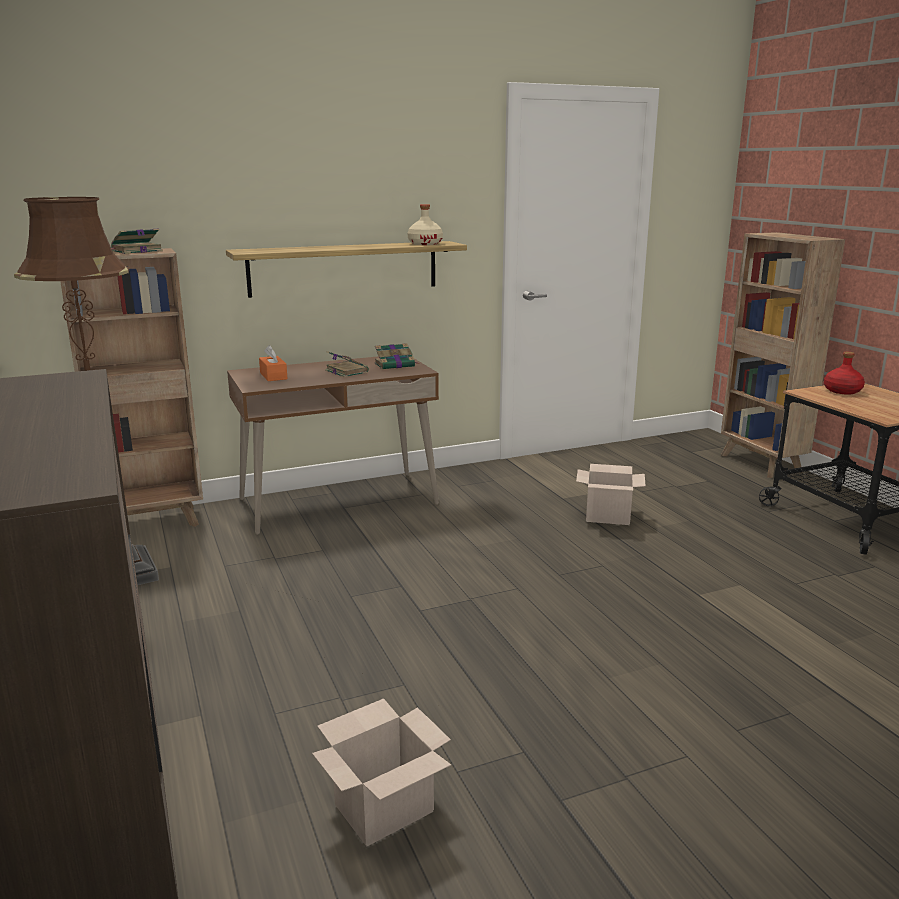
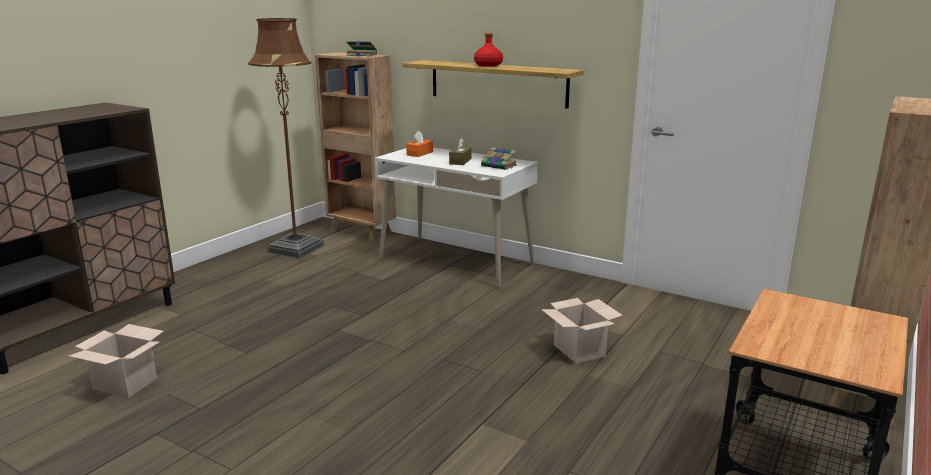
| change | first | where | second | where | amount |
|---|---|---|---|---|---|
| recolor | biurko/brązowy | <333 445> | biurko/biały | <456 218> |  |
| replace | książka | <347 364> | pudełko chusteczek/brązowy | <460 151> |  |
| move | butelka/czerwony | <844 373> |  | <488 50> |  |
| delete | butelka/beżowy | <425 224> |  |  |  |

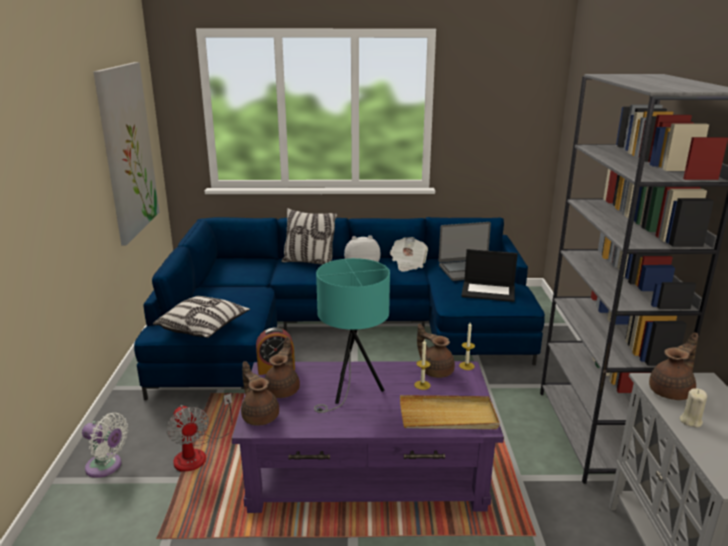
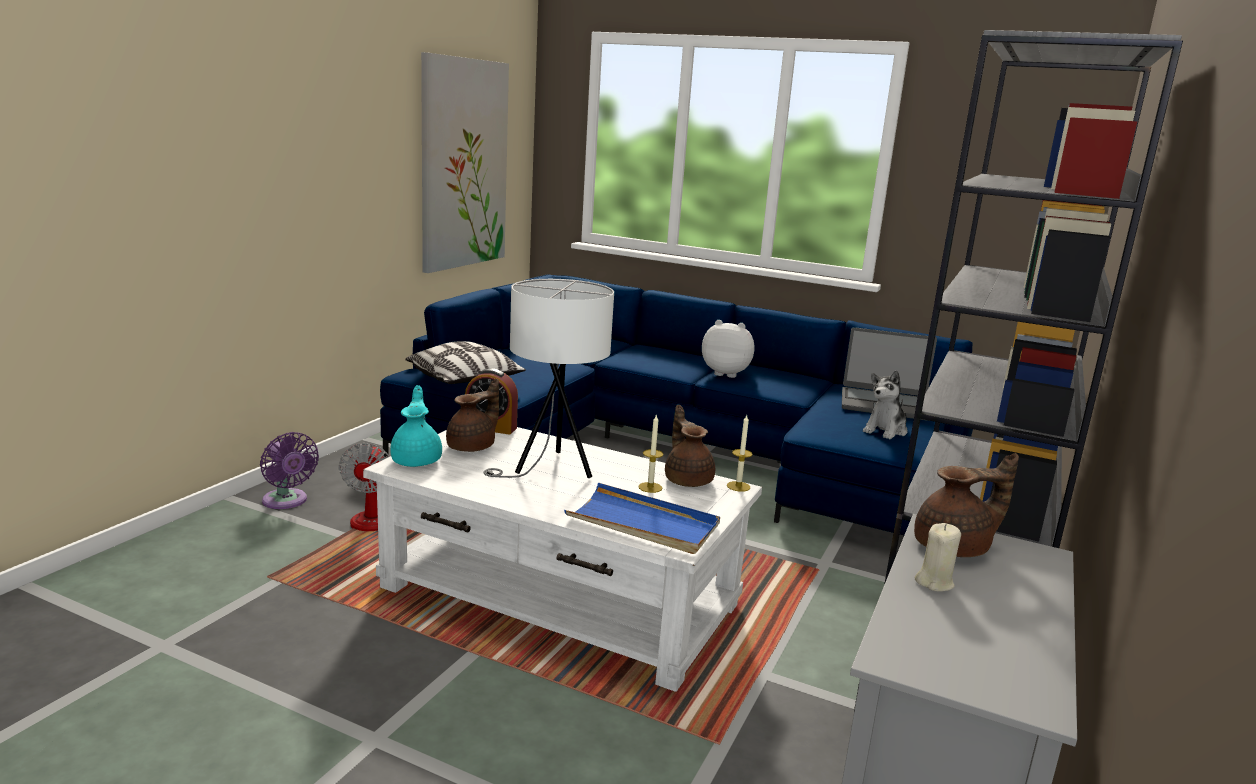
| change | first | where | second | where | amount |
|---|---|---|---|---|---|
| recolor | wentylator/biały | <105 445> | wentylator/fioletowy | <289 470> |  |
| recolor | ława/fioletowy | <367 437> | ława/biały | <562 559> |  |
| recolor | imbryk/brązowy | <260 393> | imbryk/turkusowy | <416 426> |  |
| recolor | lampa stołowa/turkusowy | <352 335> | lampa stołowa/biały | <549 378> |  |
| recolor | taca/beżowy | <450 412> | taca/niebieski | <642 518> |  |
| replace | laptop | <489 275> | pluszak | <885 405> |  |
| delete | poduszka | <309 236> |  |  |  |
| delete | gazeta | <409 254> |  |  |  |

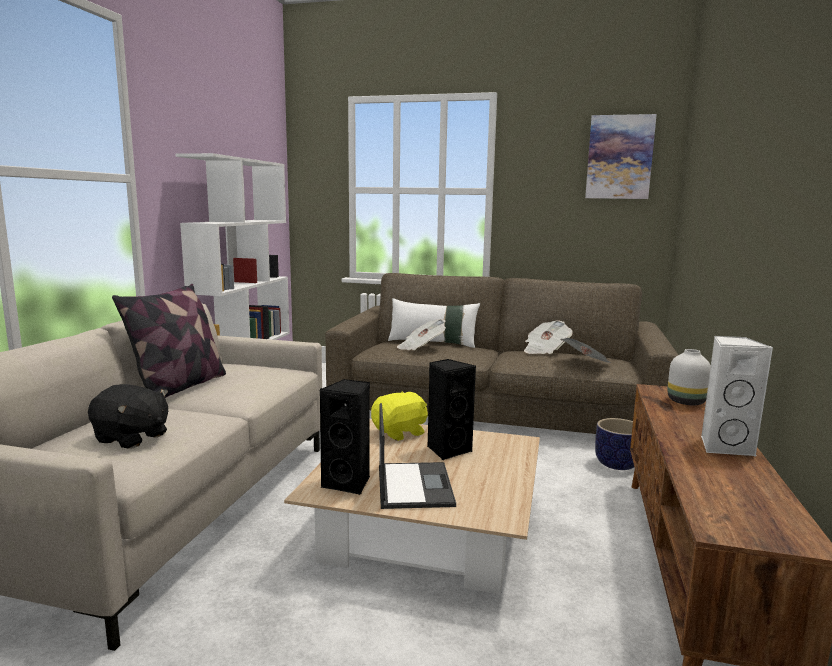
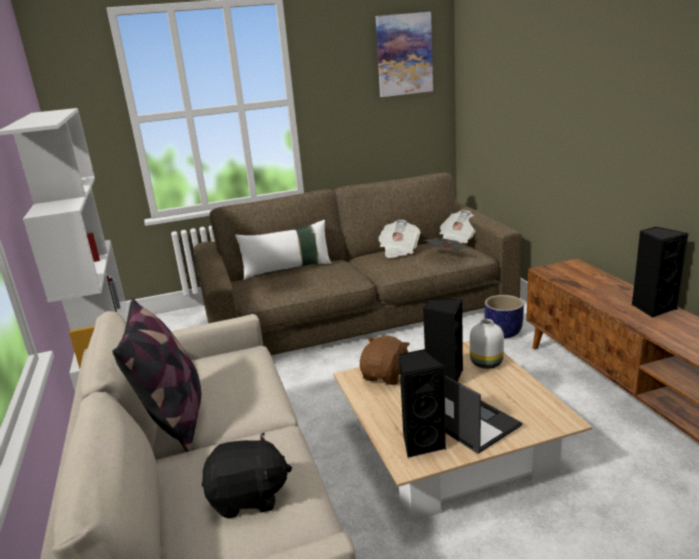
| change | first | where | second | where | amount |
|---|---|---|---|---|---|
| recolor | pluszak/żółty | <399 416> | pluszak/brązowy | <385 360> |  |
| move | gazeta | <421 334> |  | <457 226> |  |
| move | wazon/biały | <689 377> |  | <487 344> |  |
| recolor | głośnik/biały | <737 396> | głośnik/czarny | <660 272> |  |

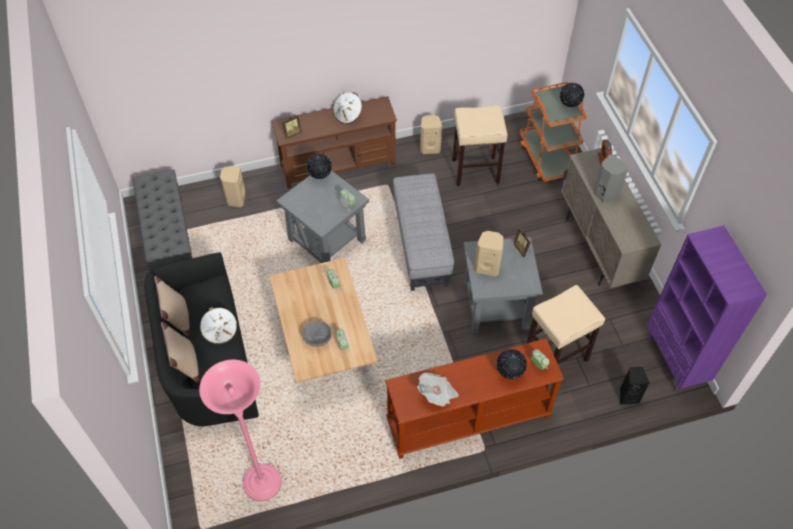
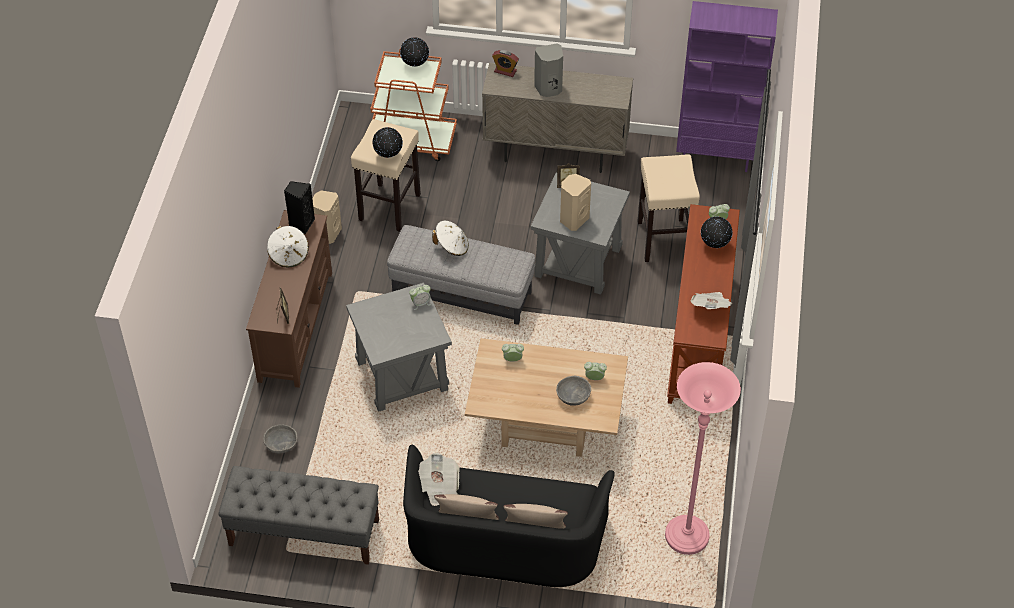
| change | first | where | second | where | amount |
|---|---|---|---|---|---|
| replace | głośnik/beżowy | <233 186> | miska/szary | <280 439> |  |
| move | głośnik/czarny | <635 386> |  | <299 207> |  |
| move | globus | <319 166> |  | <387 142> |  |
| insert |  |  | gazeta | <439 479> |  |
| move | kapelusz/biały | <218 325> |  | <450 238> |  |

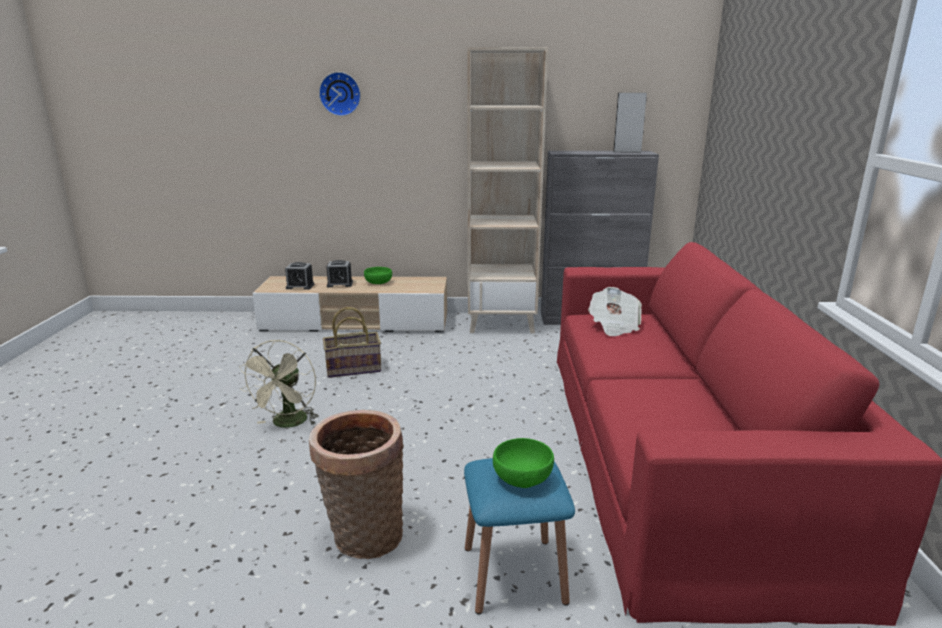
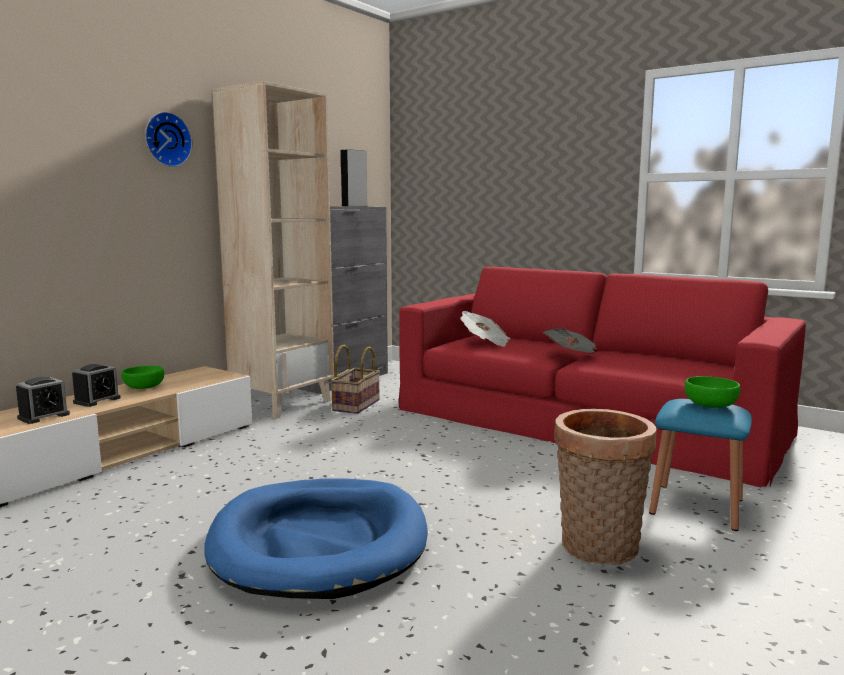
| change | first | where | second | where | amount |
|---|---|---|---|---|---|
| move | zegar ścienny | <340 94> |  | <169 139> |  |
| replace | wentylator/beżowy | <279 384> | legowisko/niebieski | <316 538> |  |
| move | koszyk | <352 342> |  | <355 379> |  |
| insert |  |  | gazeta | <570 340> |  |

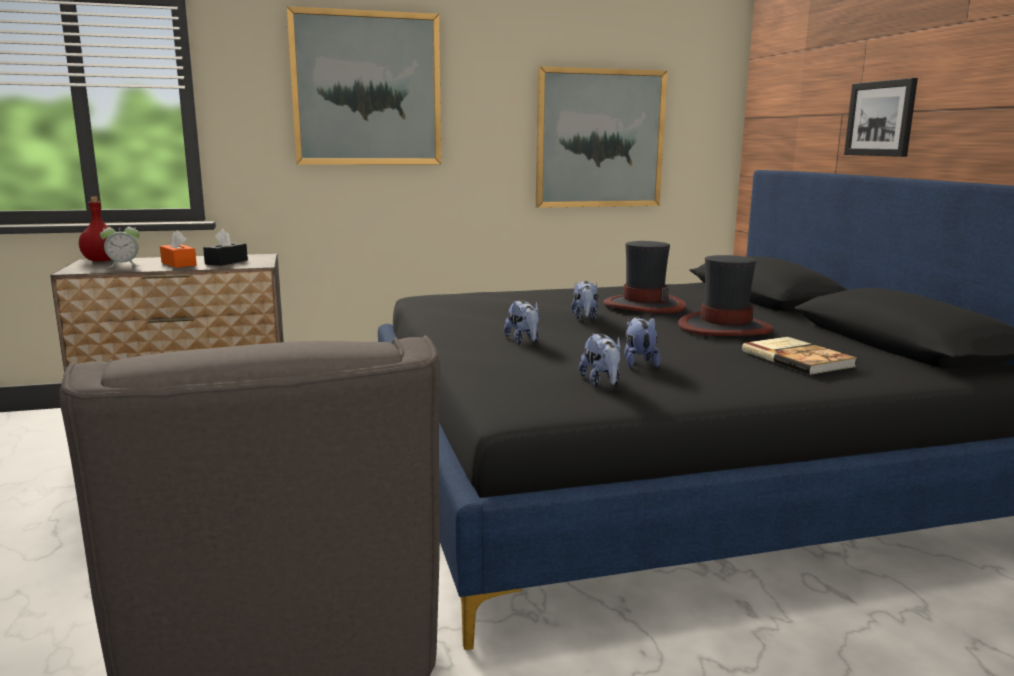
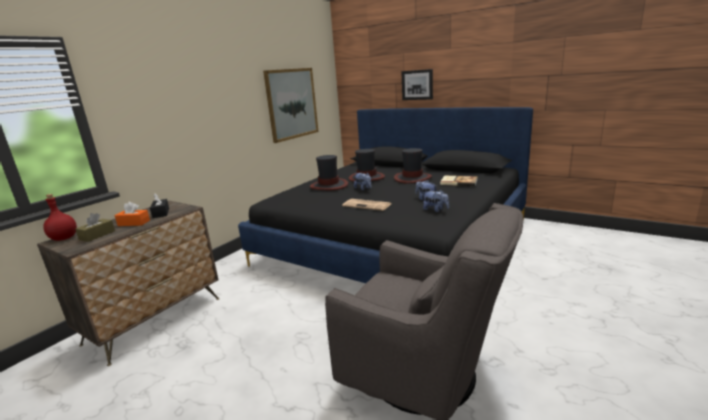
| change | first | where | second | where | amount |
|---|---|---|---|---|---|
| replace | budzik | <120 245> | pudełko chusteczek/brązowy | <95 227> |  |
| insert |  |  | kapelusz | <329 172> |  |
| replace | pluszak | <521 322> | gazeta | <366 205> |  |
| delete | obraz | <364 85> |  |  |  |

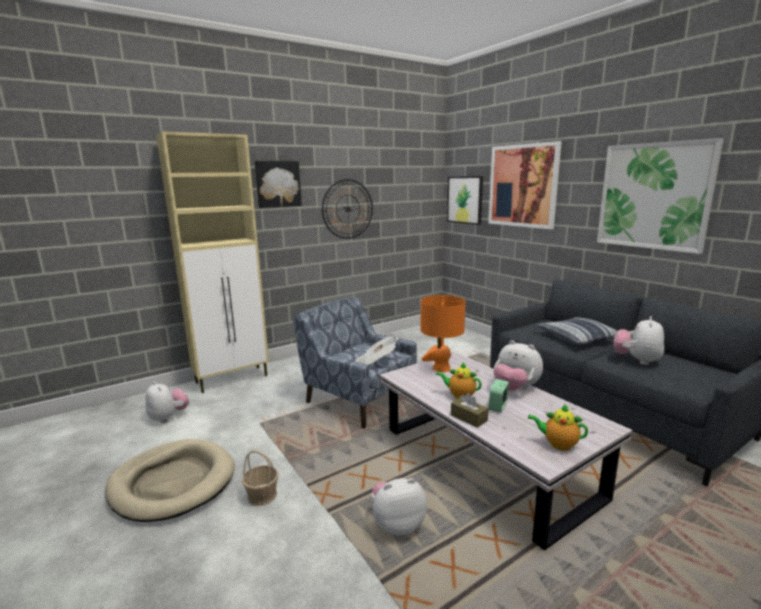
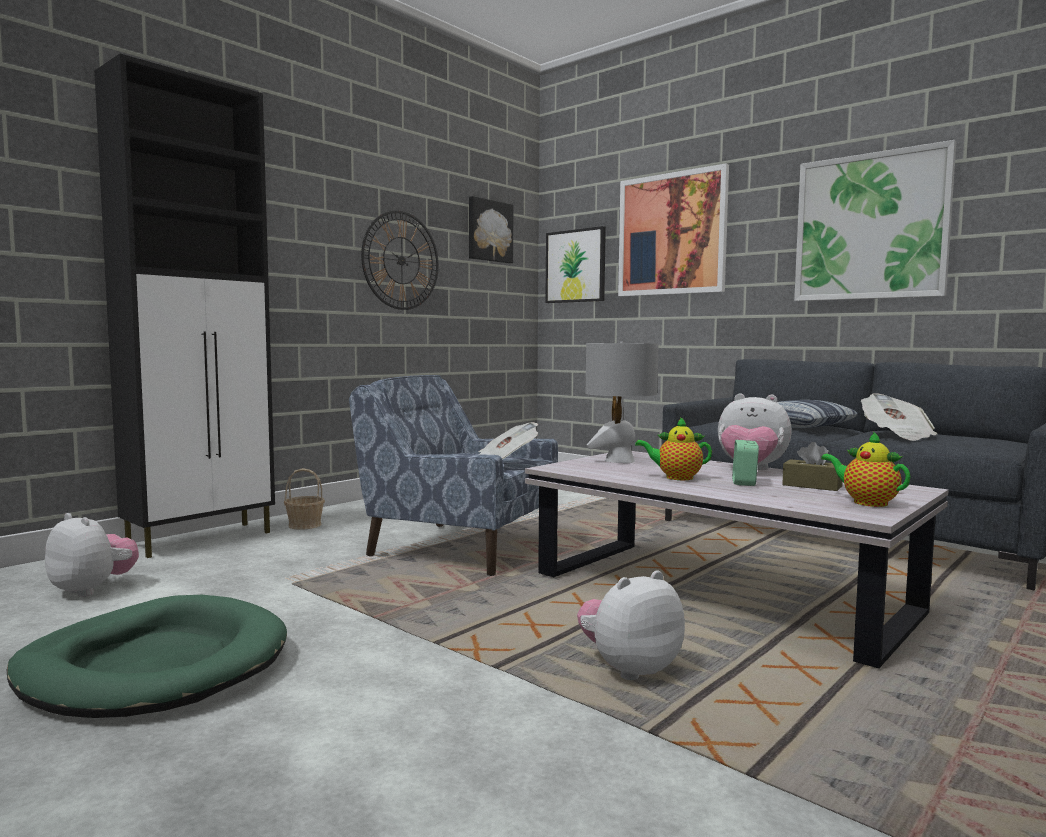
| change | first | where | second | where | amount |
|---|---|---|---|---|---|
| recolor | legowisko/beżowy | <170 480> | legowisko/zielony | <147 656> |  |
| recolor | szafka/beżowy | <212 262> | szafka/czarny | <184 306> |  |
| move | koszyk | <260 478> |  | <304 499> |  |
| move | obraz | <278 184> |  | <491 229> |  |
| recolor | lampa stołowa/pomarańczowy | <443 333> | lampa stołowa/szary | <622 402> |  |
| move | pudełko chusteczek/brązowy | <469 410> |  | <812 466> |  |
| rotate | imbryk | <558 427> |  | <866 469> | 45 degrees clockwise |
| replace | pluszak | <639 340> | gazeta | <899 417> |  |

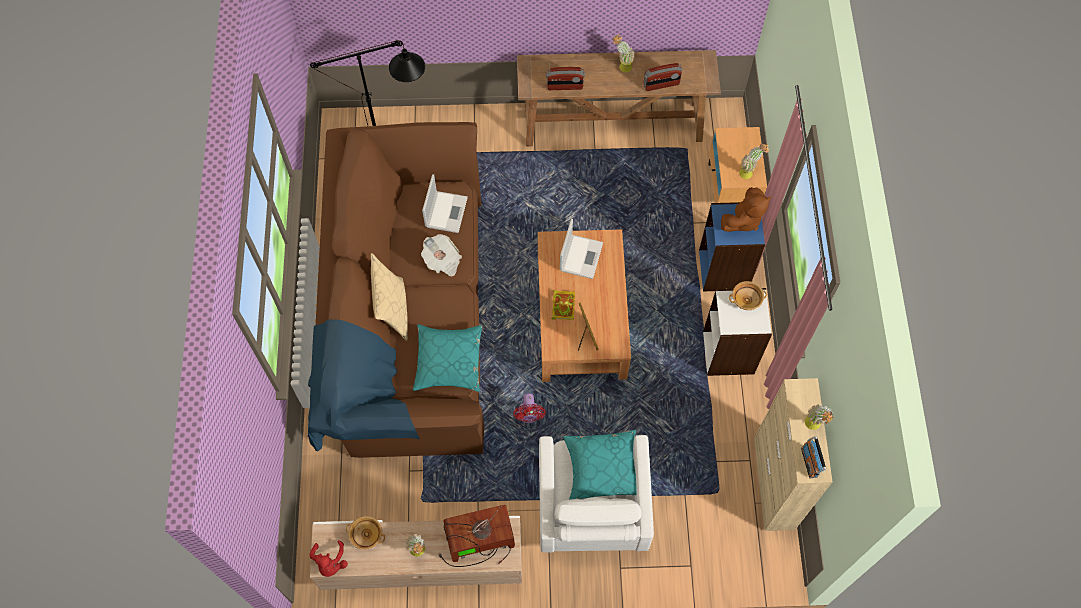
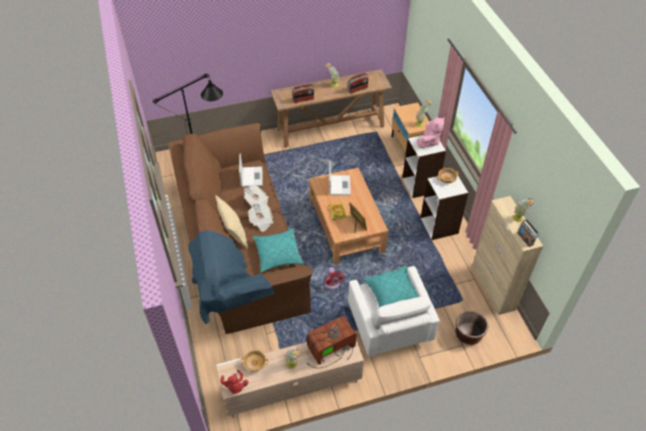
| change | first | where | second | where | amount |
|---|---|---|---|---|---|
| insert |  |  | gazeta | <261 217> |  |
| recolor | regał/niebieski | <732 246> | regał/biały | <424 166> |  |
| recolor | pluszak/brązowy | <746 209> | pluszak/różowy | <431 132> |  |
| insert |  |  | donica/brązowy | <472 328> |  |

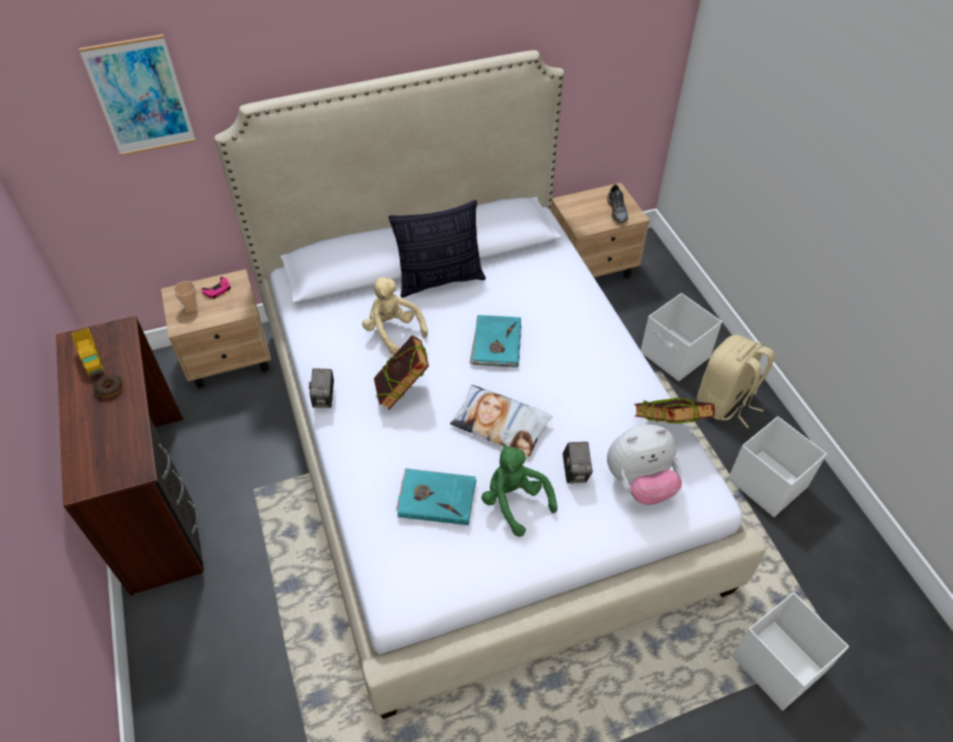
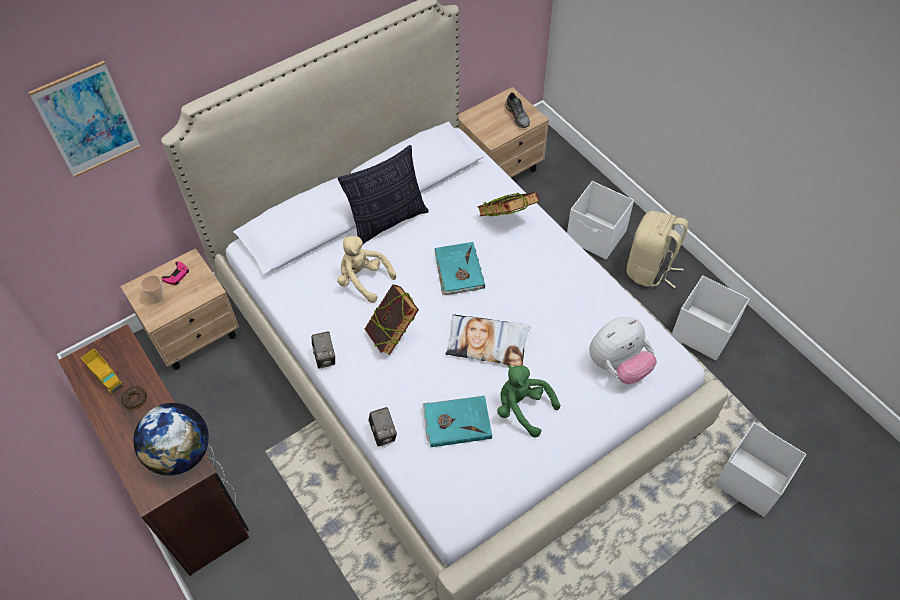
| change | first | where | second | where | amount |
|---|---|---|---|---|---|
| insert |  |  | globus | <171 439> |  |
| move | aparat fotograficzny | <578 463> |  | <382 426> |  |
| move | książka | <674 411> |  | <509 204> |  |

